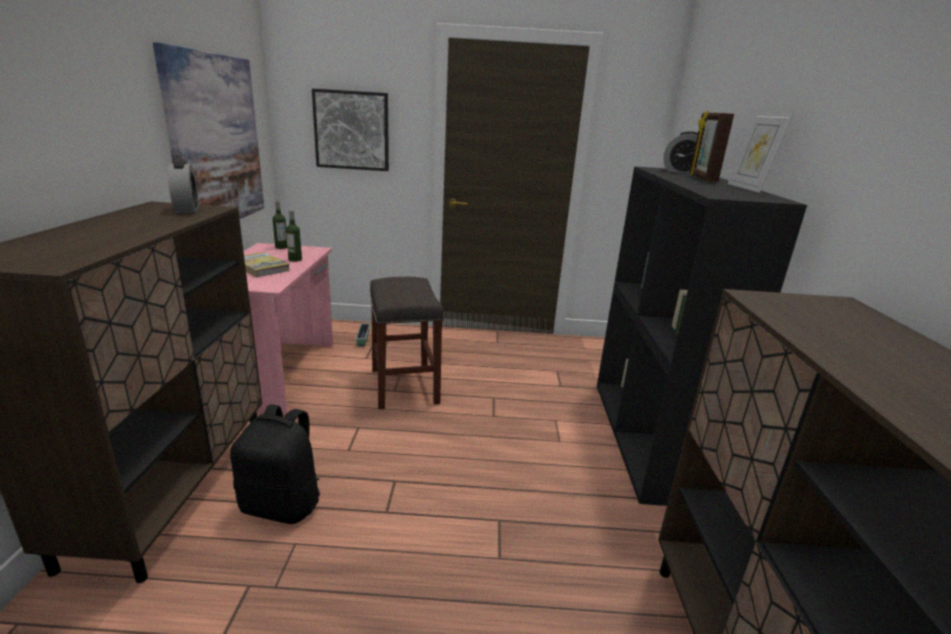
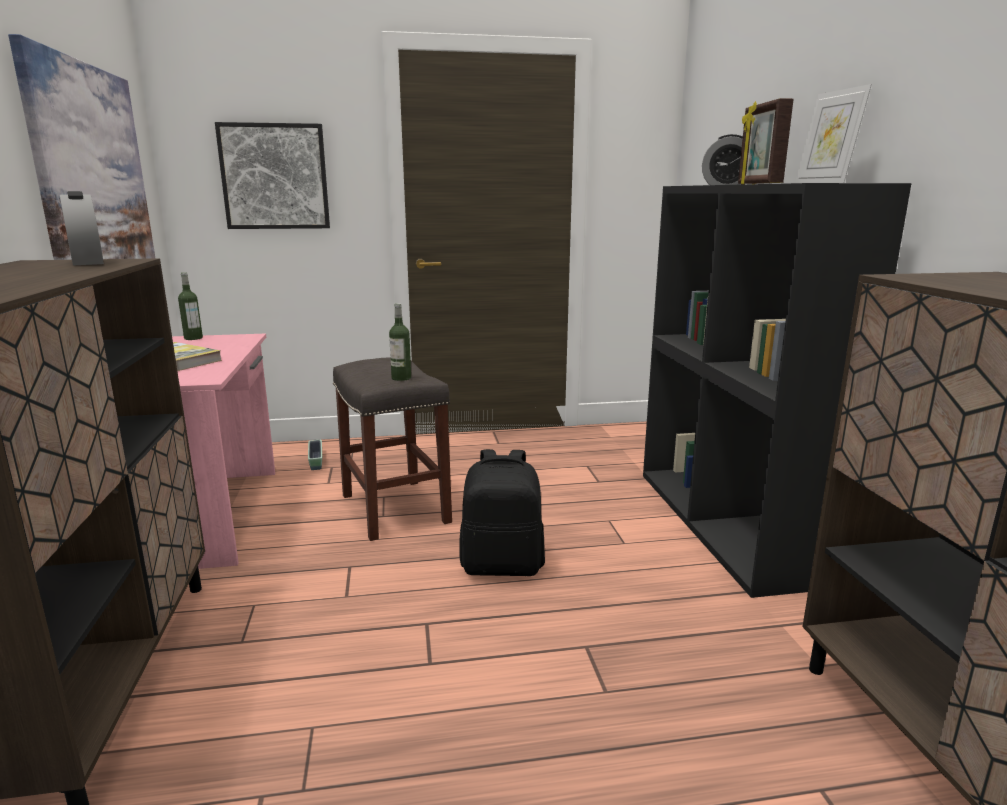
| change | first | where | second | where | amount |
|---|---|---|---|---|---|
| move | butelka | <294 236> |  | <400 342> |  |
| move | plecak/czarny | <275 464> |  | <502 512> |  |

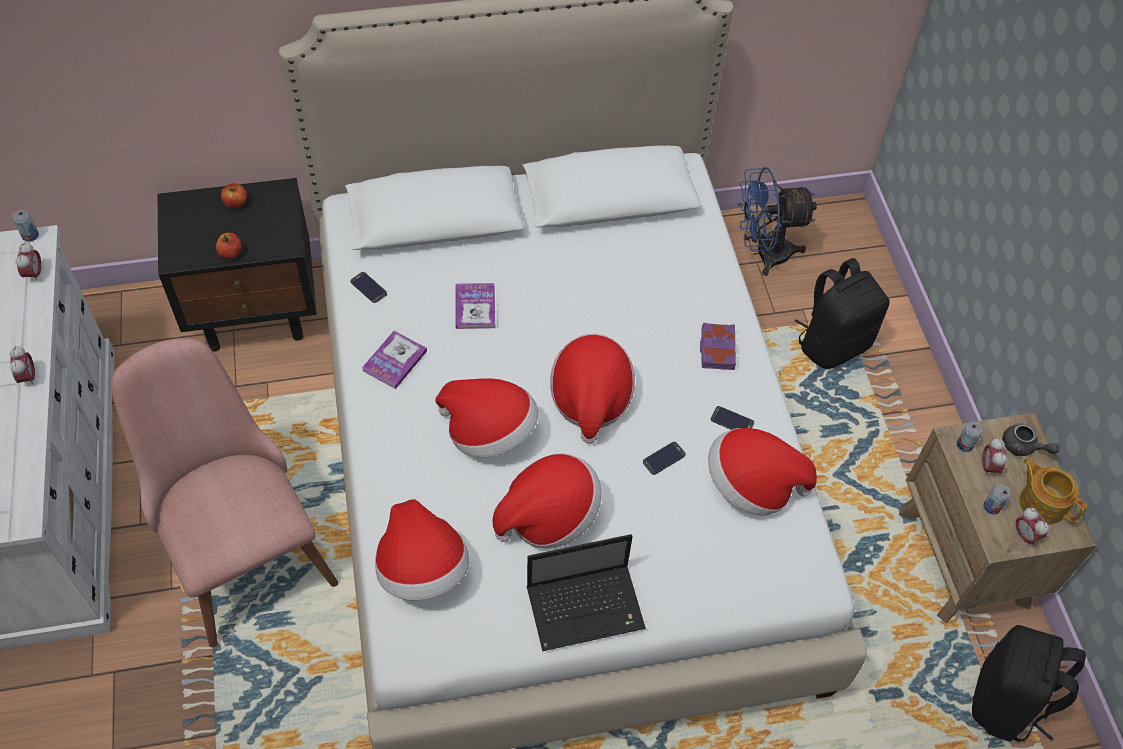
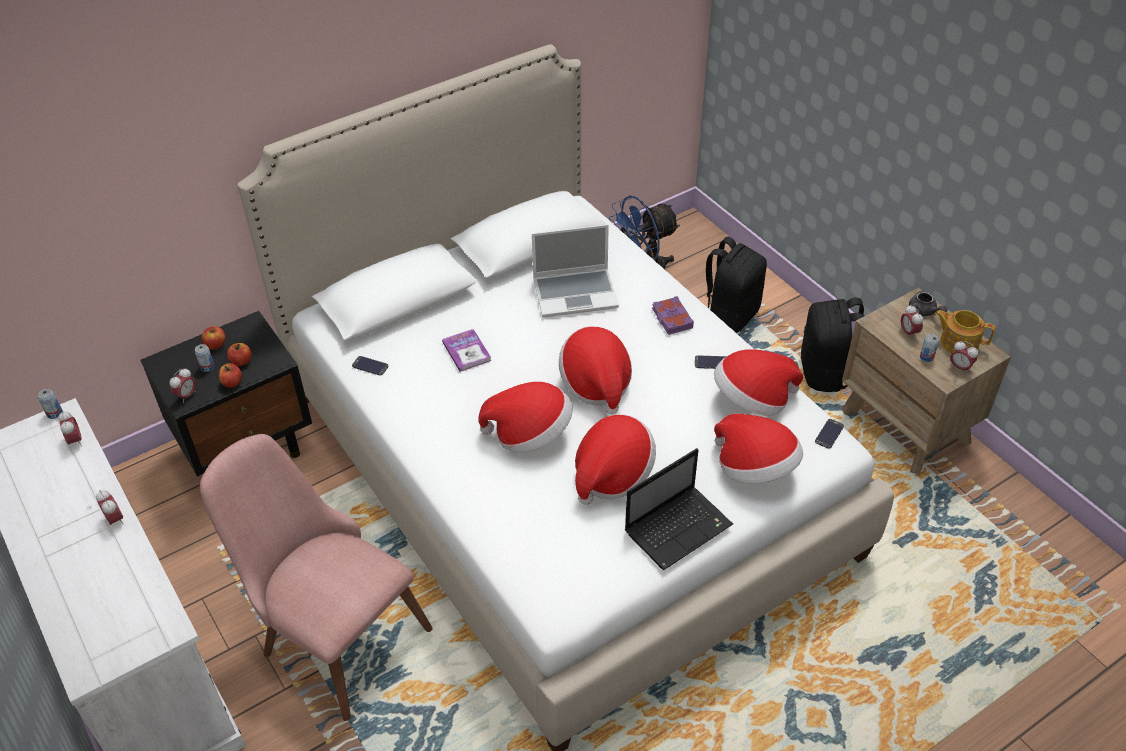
| change | first | where | second | where | amount |
|---|---|---|---|---|---|
| insert |  |  | budzik | <183 385> |  |
| move | puszka | <969 437> |  | <204 358> |  |
| insert |  |  | jabłko | <239 354> |  |
| insert |  |  | laptop | <575 270> |  |
| move | kapelusz | <422 550> |  | <758 448> |  |
| move | plecak/czarny | <1029 683> |  | <832 345> |  |
| move | telefon | <664 458> |  | <829 434> |  |
| rotate | imbryk/szary | <1031 439> |  | <928 303> | 45 degrees clockwise |
| delete | książka | <394 360> |  |  |  |

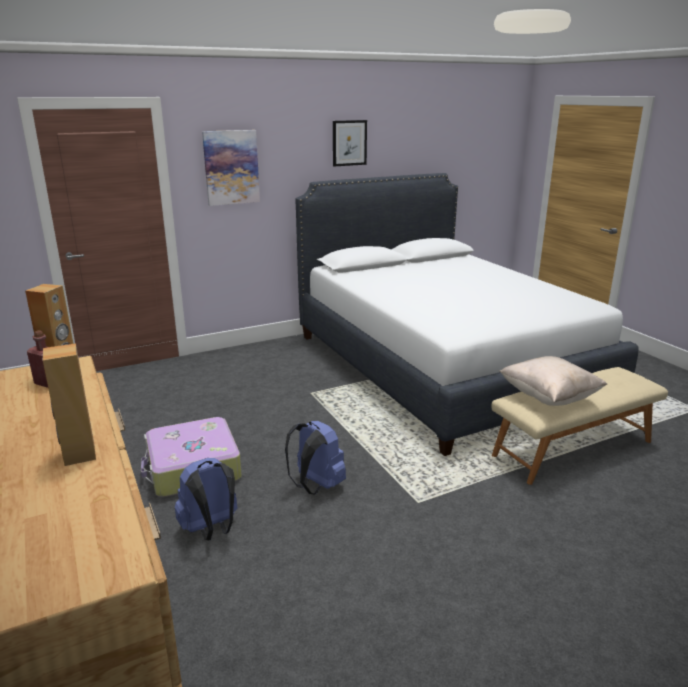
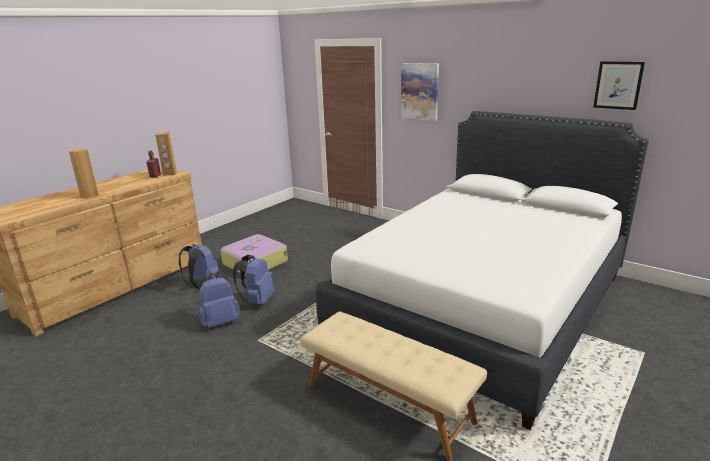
| change | first | where | second | where | amount |
|---|---|---|---|---|---|
| insert |  |  | plecak/niebieski | <218 299> |  |
| move | obraz | <350 143> |  | <619 85> |  |
| delete | poduszka/beżowy | <553 381> |  |  |  |

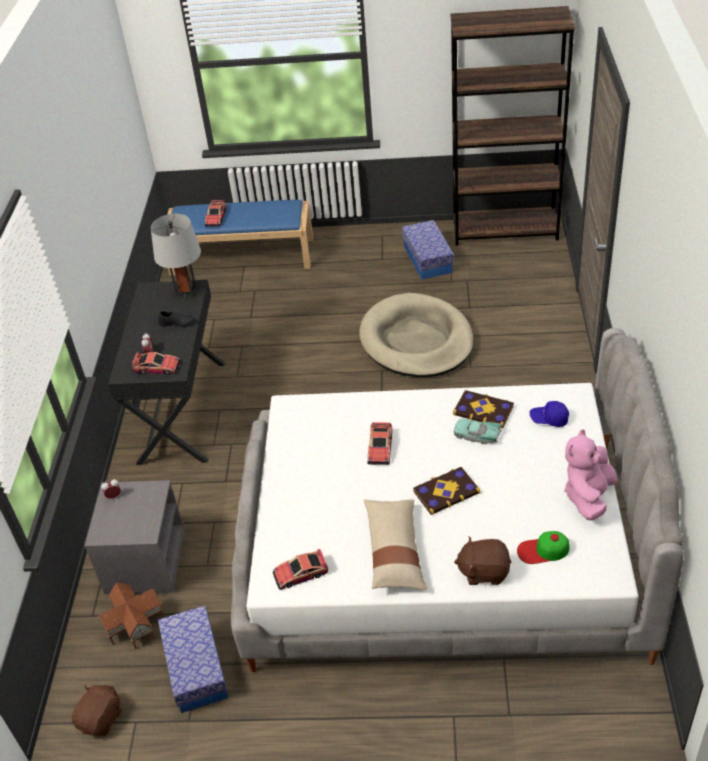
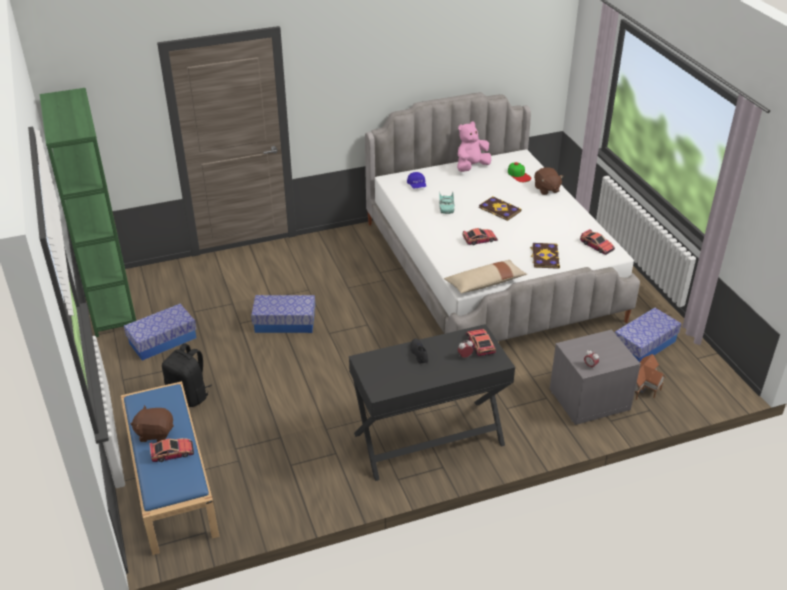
| change | first | where | second | where | amount |
|---|---|---|---|---|---|
| recolor | regał/brązowy | <512 126> | regał/zielony | <88 212> |  |
| move | pluszak/brązowy | <97 710> |  | <152 423> |  |
| insert |  |  | plecak/czarny | <187 375> |  |
| replace | legowisko/beżowy | <416 335> | pojemnik do przechowywania | <283 314> |  |
| move | poduszka/beżowy | <395 544> |  | <485 277> |  |
| rotate | pluszak/różowy | <591 475> |  | <474 146> | 135 degrees clockwise |
| move | książka | <483 409> |  | <545 256> |  |
| delete | lampa stołowa/szary | <175 255> |  |  |  |

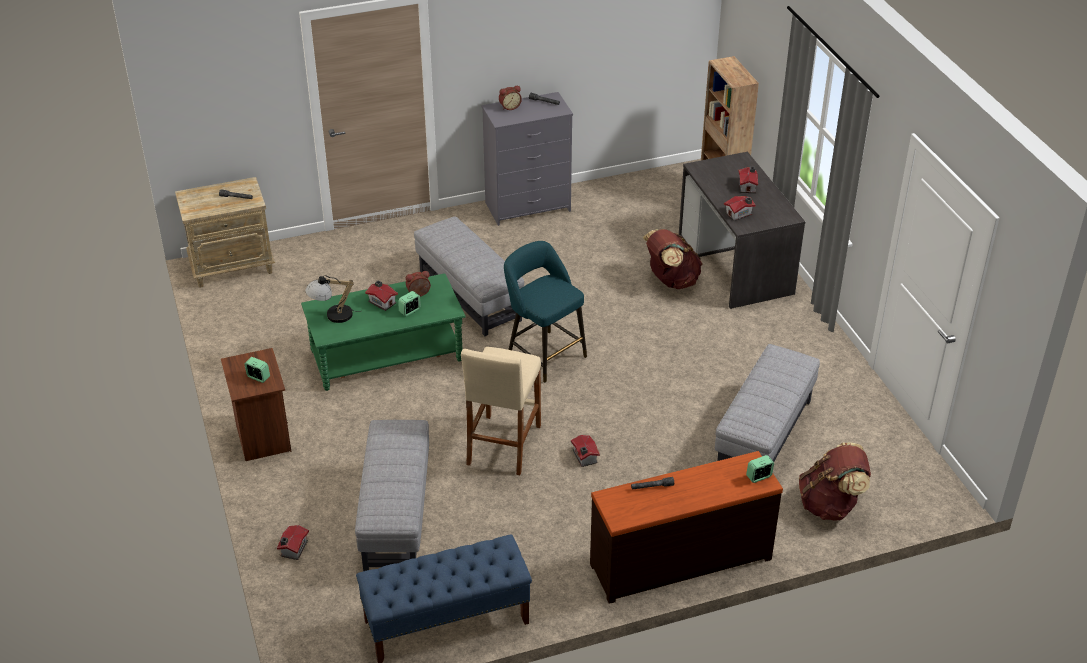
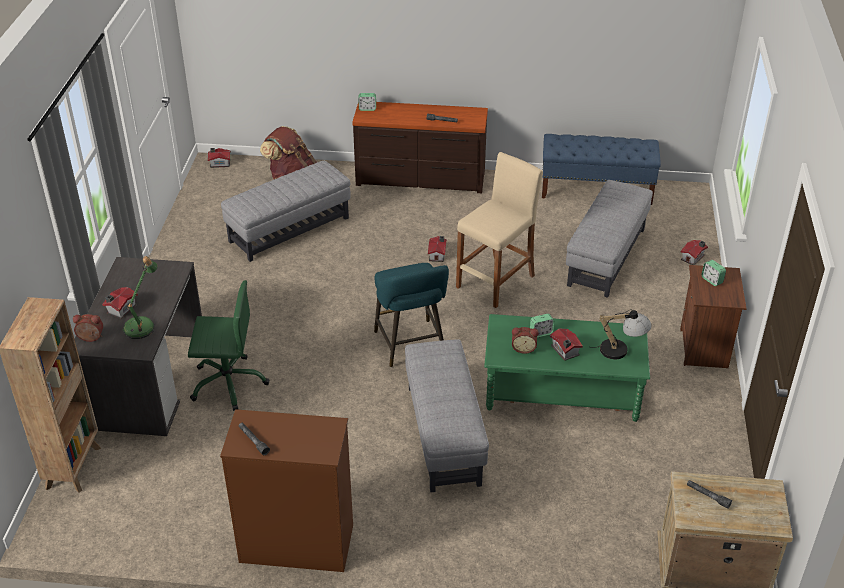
| change | first | where | second | where | amount |
|---|---|---|---|---|---|
| move | budzik | <510 98> |  | <88 328> |  |
| insert |  |  | lampa stołowa | <140 297> |  |
| replace | plecak/brązowy | <672 259> | krzesło biurowe/zielony | <228 345> |  |
| move | domek | <740 208> |  | <219 158> |  |
| recolor | komoda/szary | <527 159> | komoda/brązowy | <286 490> |  |

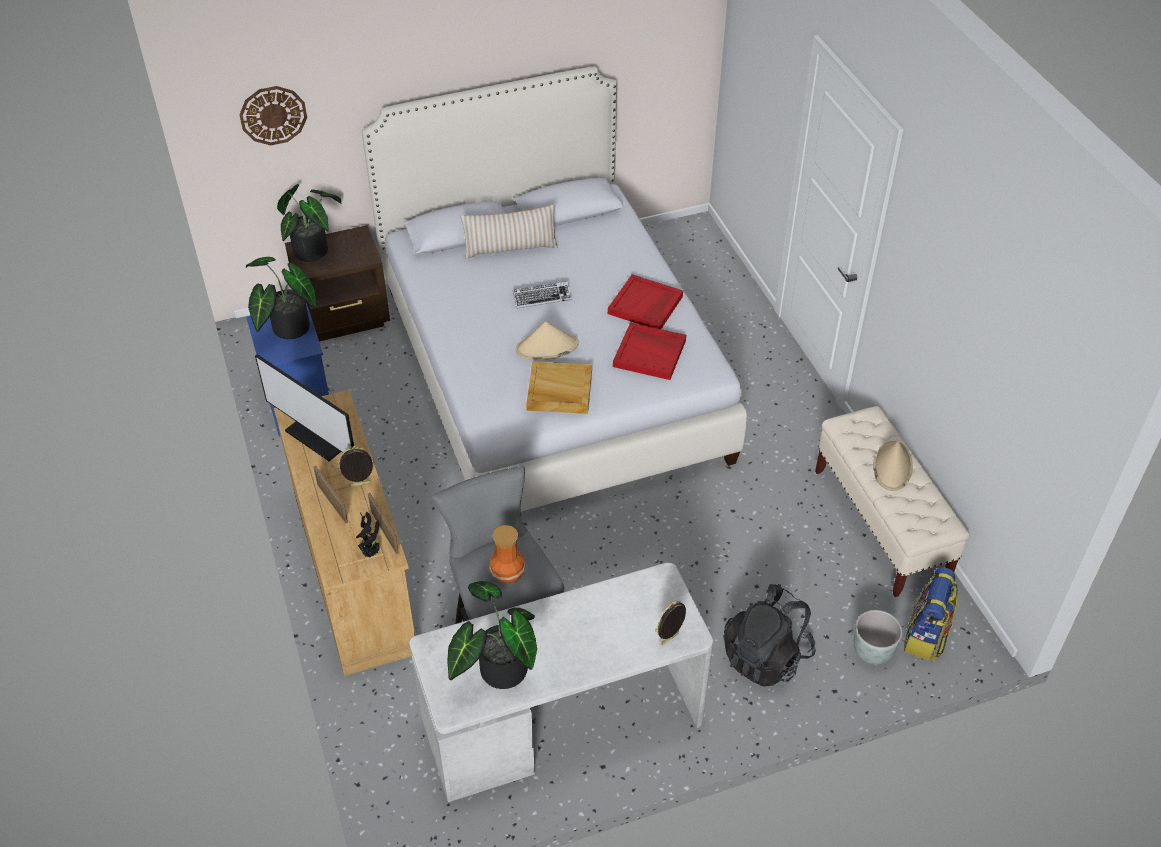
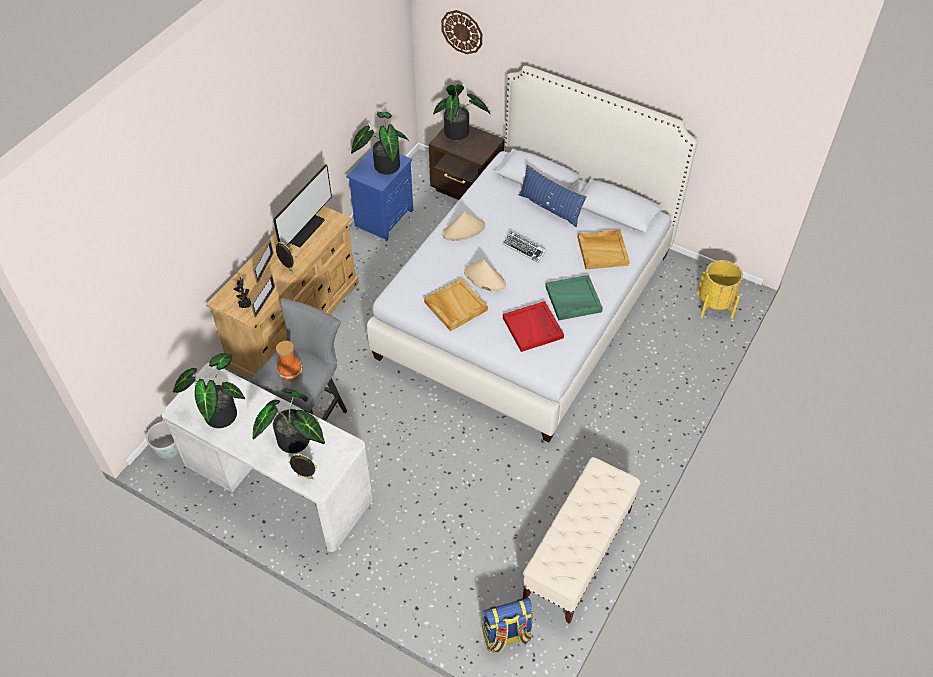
| change | first | where | second | where | amount |
|---|---|---|---|---|---|
| move | donica/szary | <877 637> |  | <162 440> |  |
| insert |  |  | roślina doniczkowa | <289 420> |  |
| rotate | monitor | <305 407> |  | <302 205> | 150 degrees counterclockwise |
| move | kapelusz/beżowy | <893 466> |  | <463 226> |  |
| recolor | poduszka/beżowy | <509 231> | poduszka/niebieski | <552 196> |  |
| recolor | taca/czerwony | <645 301> | taca/zielony | <574 298> |  |
| insert |  |  | taca/beżowy | <604 249> |  |
| insert |  |  | donica/żółty | <720 289> |  |
| delete | plecak/czarny | <769 635> |  |  |  |

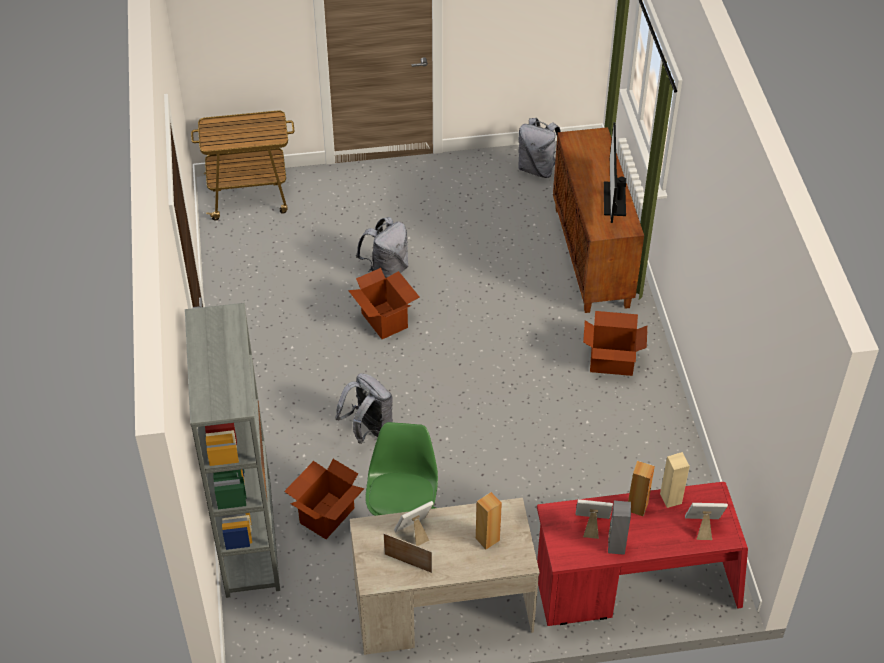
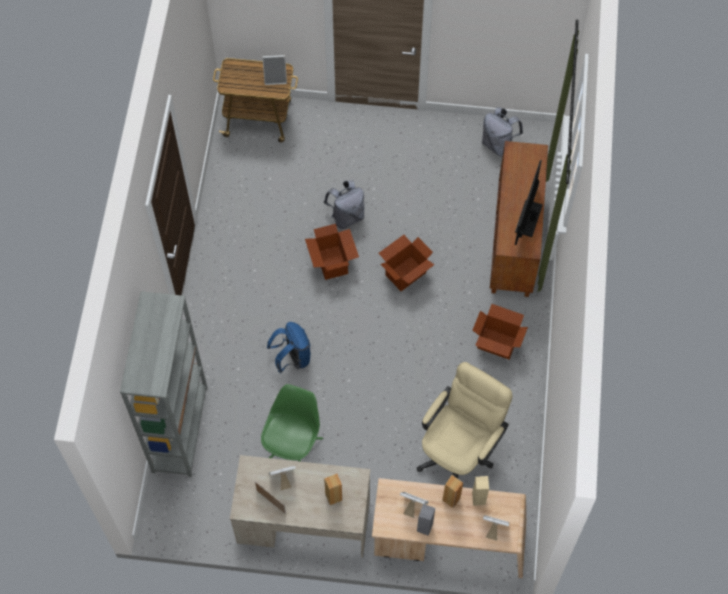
| change | first | where | second | where | amount |
|---|---|---|---|---|---|
| insert |  |  | ramka na zdjęcie | <274 70> |  |
| recolor | plecak/szary | <364 408> | plecak/niebieski | <289 347> |  |
| recolor | biurko/czerwony | <642 554> | biurko/beżowy | <449 528> |  |
| move | karton | <324 499> |  | <406 263> |  |
| insert |  |  | krzesło biurowe/beżowy | <464 420> |  |

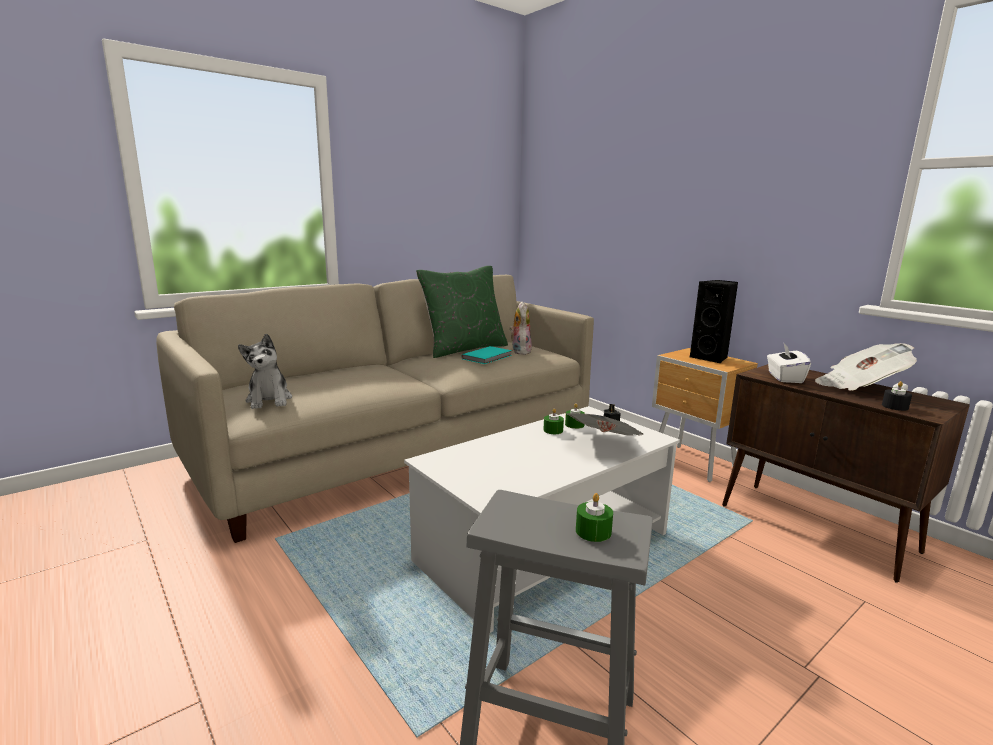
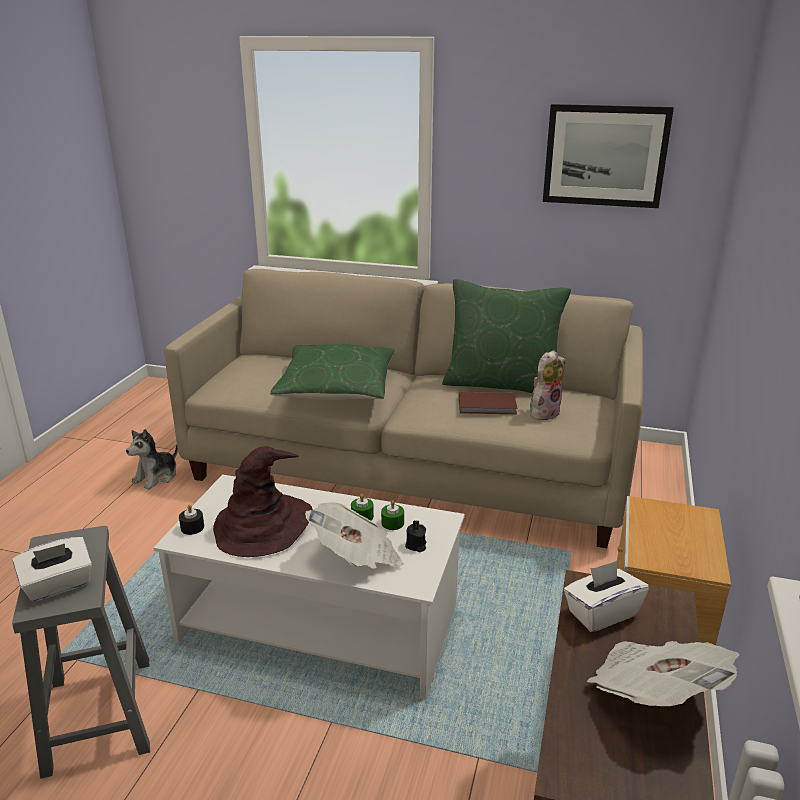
| change | first | where | second | where | amount |
|---|---|---|---|---|---|
| replace | świeca/zielony | <594 517> | pudełko chusteczek/biały | <52 569> |  |
| move | pluszak | <265 371> |  | <152 459> |  |
| move | świeca/czarny | <897 396> |  | <191 520> |  |
| insert |  |  | kapelusz/brązowy | <263 501> |  |
| insert |  |  | poduszka/zielony | <332 372> |  |
| recolor | książka/turkusowy | <486 355> | książka/brązowy | <488 403> |  |
| insert |  |  | obraz | <608 156> |  |
| delete | głośnik/czarny | <714 322> |  |  |  |

